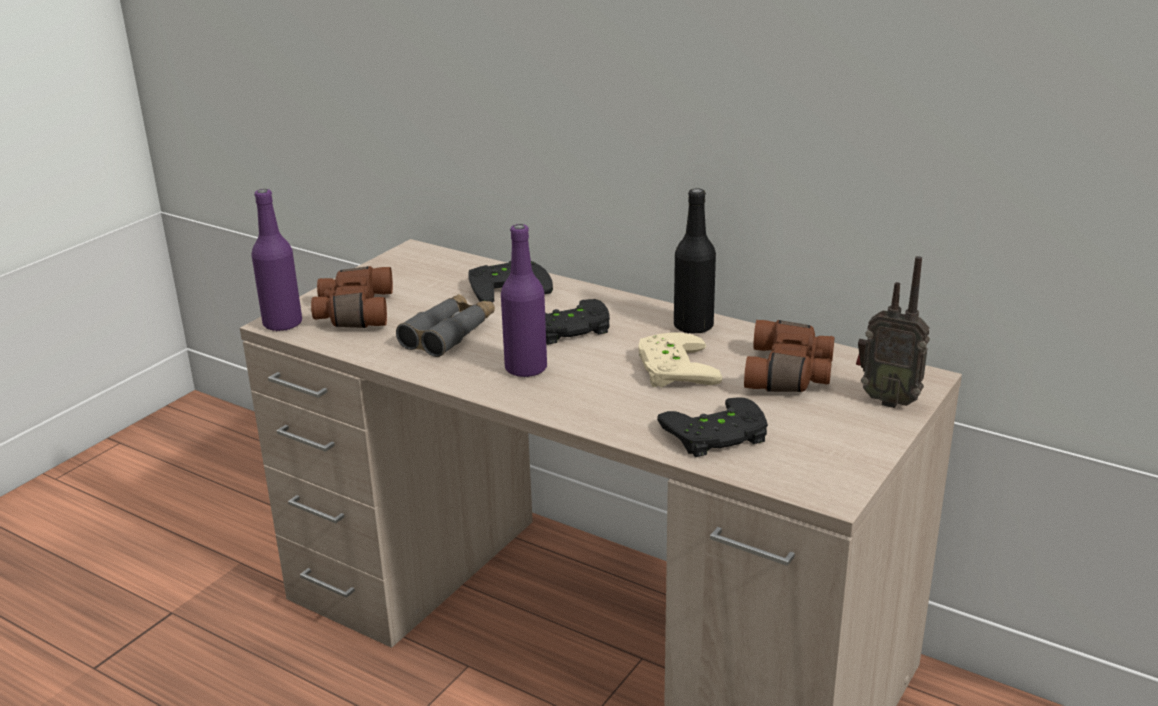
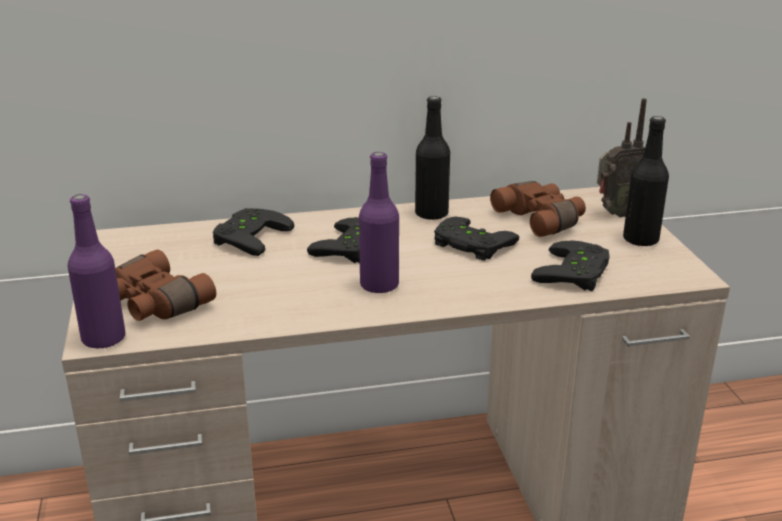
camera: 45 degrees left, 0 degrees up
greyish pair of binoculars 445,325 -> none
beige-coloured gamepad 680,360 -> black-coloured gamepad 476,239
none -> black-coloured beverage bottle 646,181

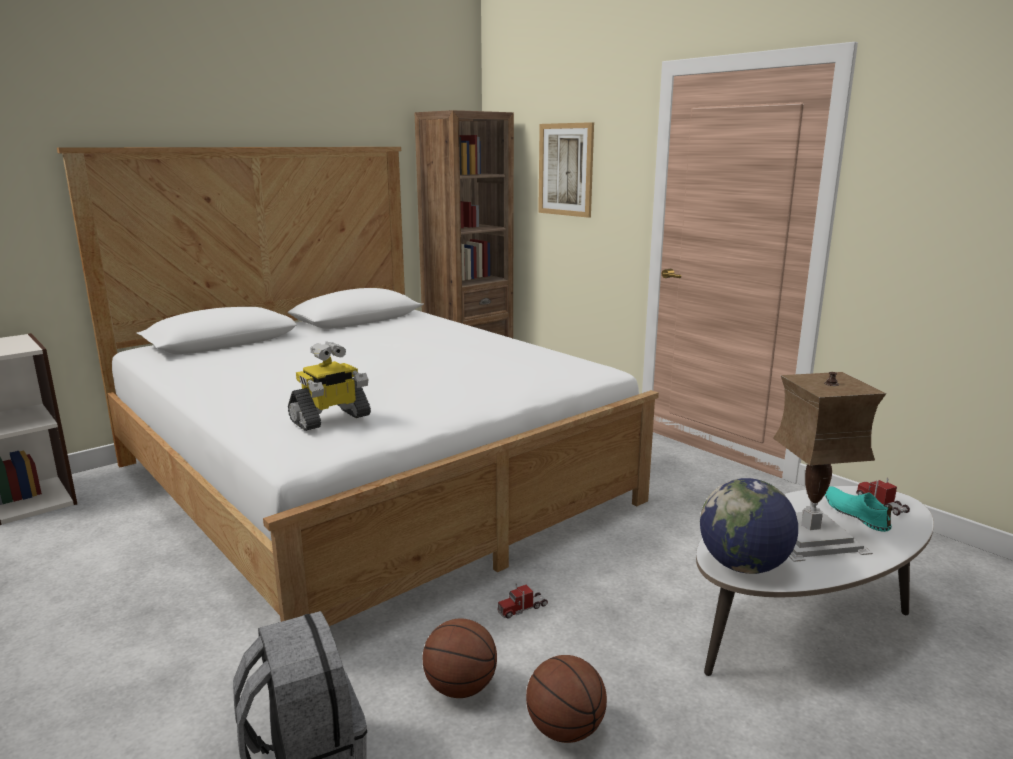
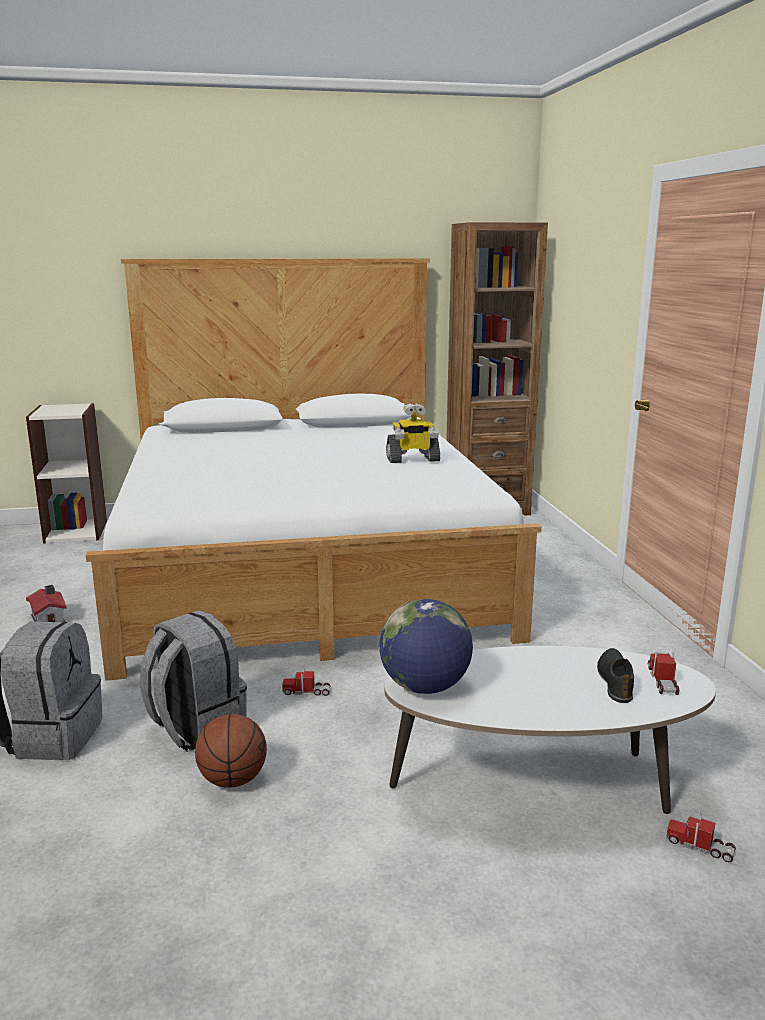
camera: 30 degrees right, 0 degrees up
model robot 329,386 -> model robot 413,433, relocated
basketball ball 460,658 -> greyish backpack 193,681
wall art 566,170 -> none
tabletop lamp 830,467 -> none
turquoise item of footwear 858,509 -> black-coloured item of footwear 615,675
none -> model house 46,603
none -> toy truck 701,837

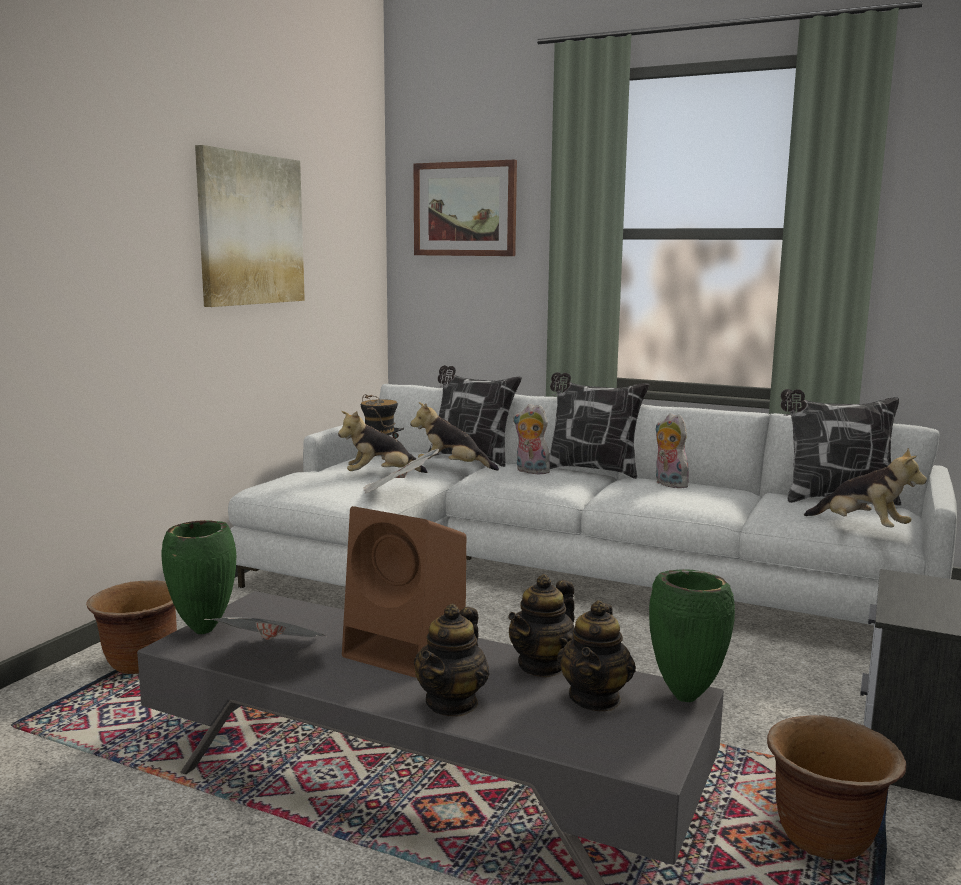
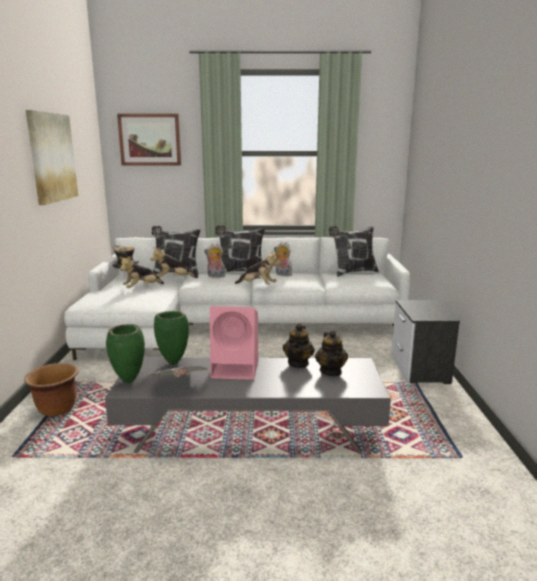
camera: 25 degrees left, 5 degrees up
brownish loudspeaker 404,592 -> pink loudspeaker 234,343
newspaper 401,471 -> none
tea pot 452,660 -> none
green vase 692,635 -> green vase 171,338, relocated
brownish planter 836,788 -> none
cuddly toy 865,487 -> cuddly toy 258,267, relocated

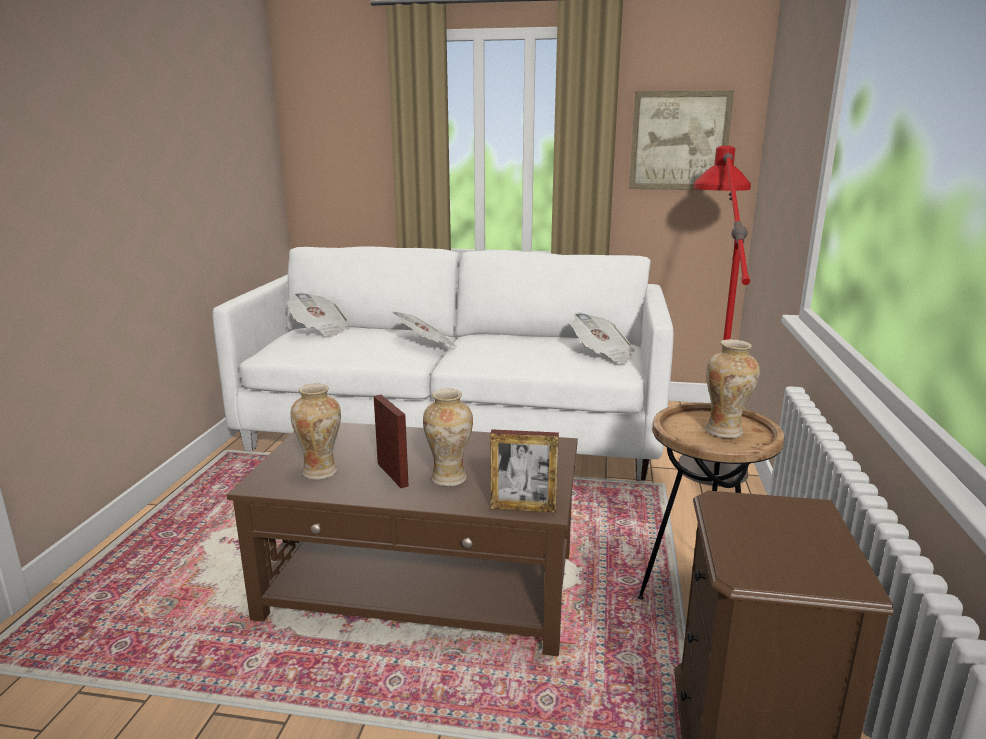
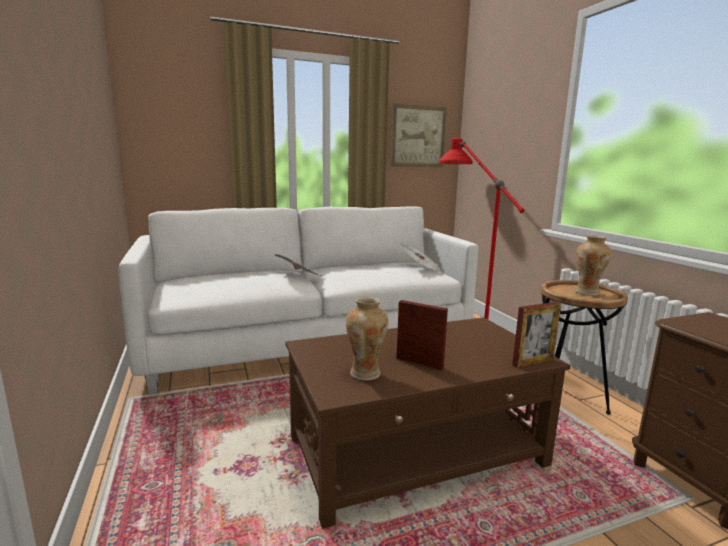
camera: 30 degrees left, 5 degrees down
newspaper 318,314 -> none
vase 448,437 -> none

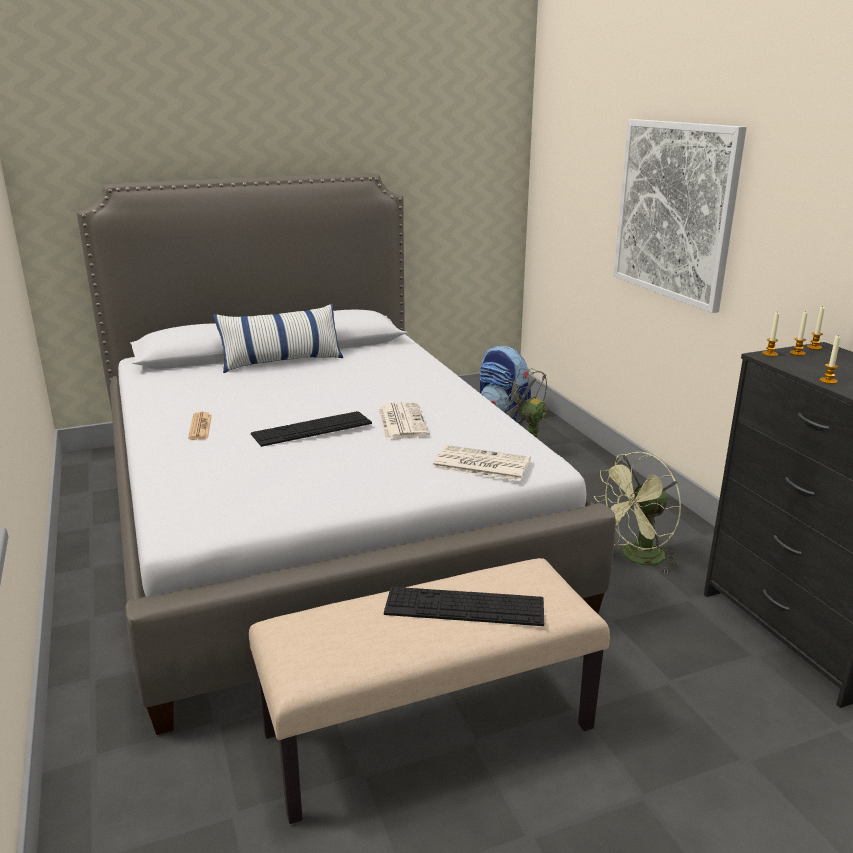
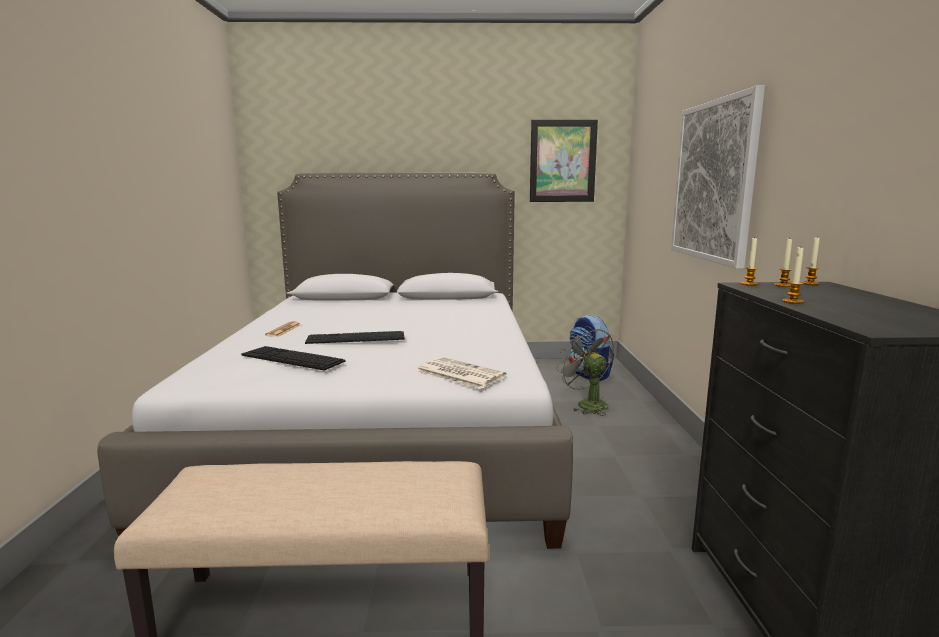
camera: 20 degrees right, 10 degrees down
throw pillow 278,338 -> none
newspaper 403,420 -> none
PC keyboard 464,606 -> PC keyboard 294,358, relocated
green cooling fan 637,512 -> none
none -> wall art 564,161

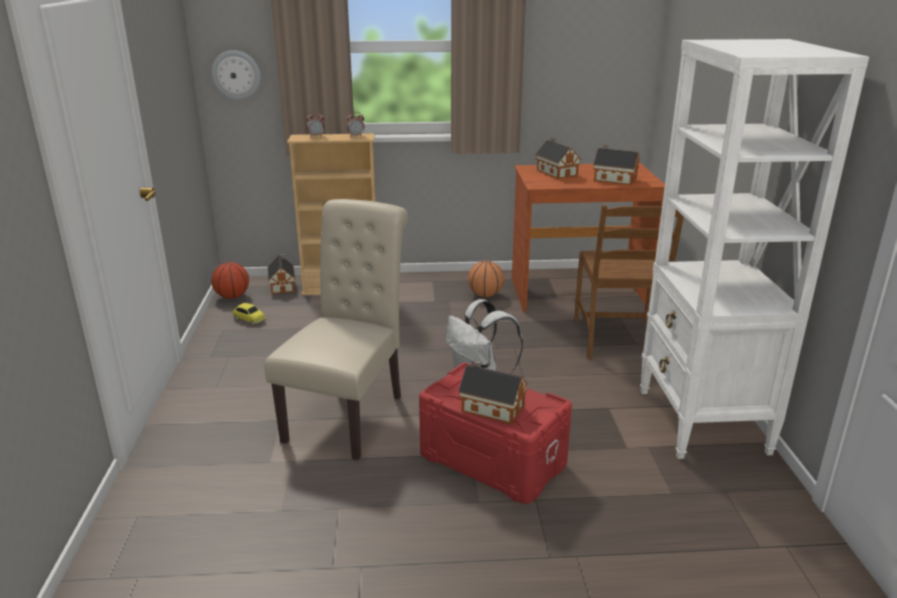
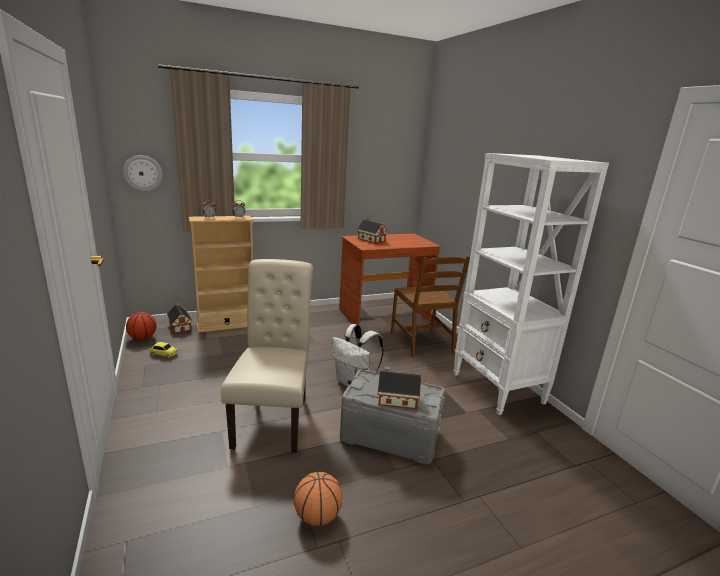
camera: 20 degrees left, 5 degrees down
reddish storage box 495,433 -> greyish storage box 392,416
basketball ball 486,279 -> basketball ball 318,499, relocated
model house 616,164 -> none

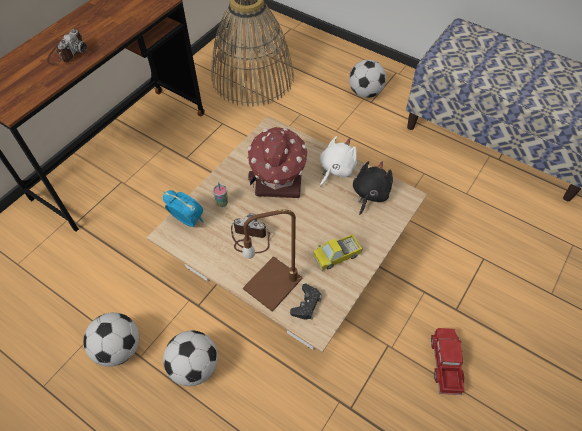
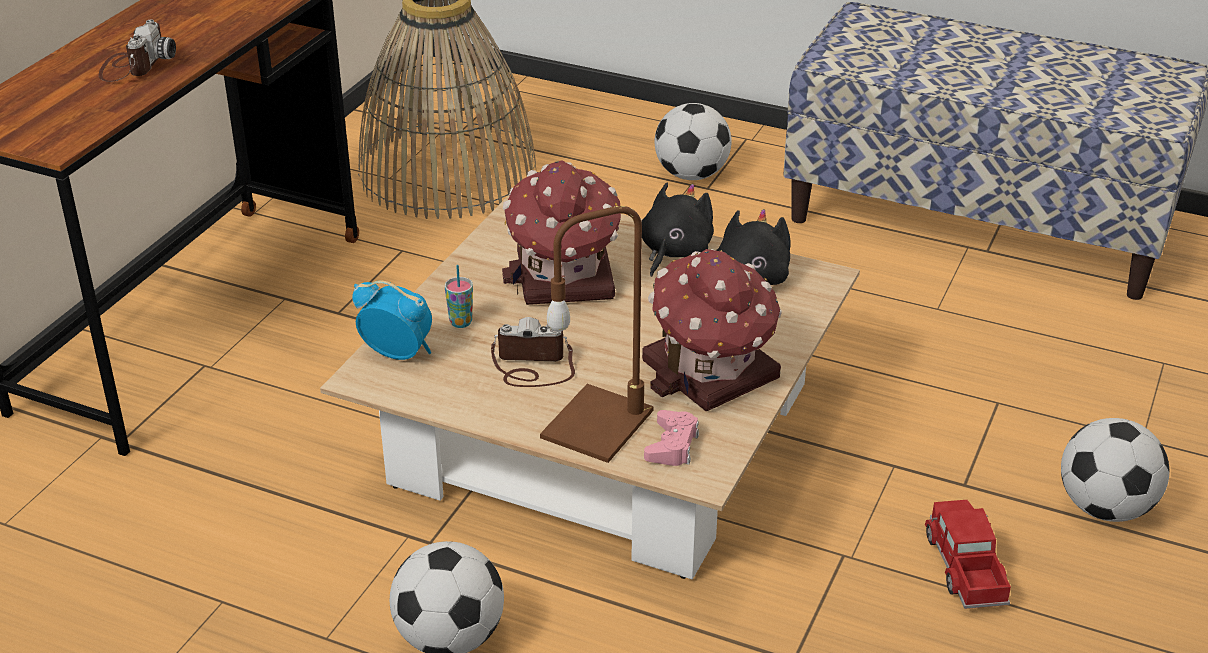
camera: 10 degrees left, 20 degrees down
ball for football 111,339 -> ball for football 1115,470, relocated
black-coloured gamepad 305,302 -> pink gamepad 671,438
toy truck 338,252 -> model house 712,330
white cuddly toy 338,161 -> black-coloured cuddly toy 677,230

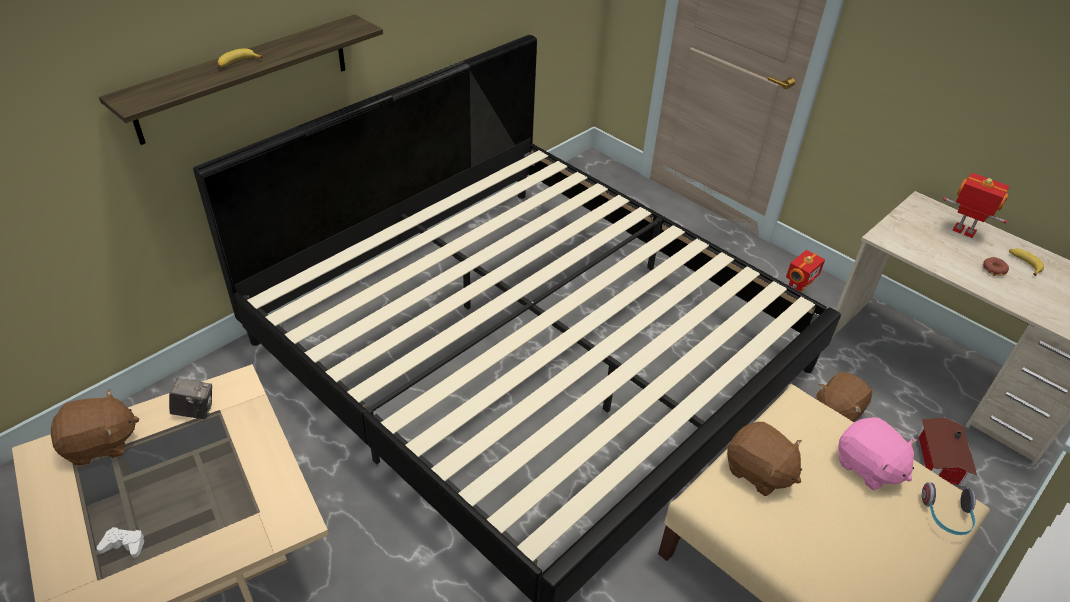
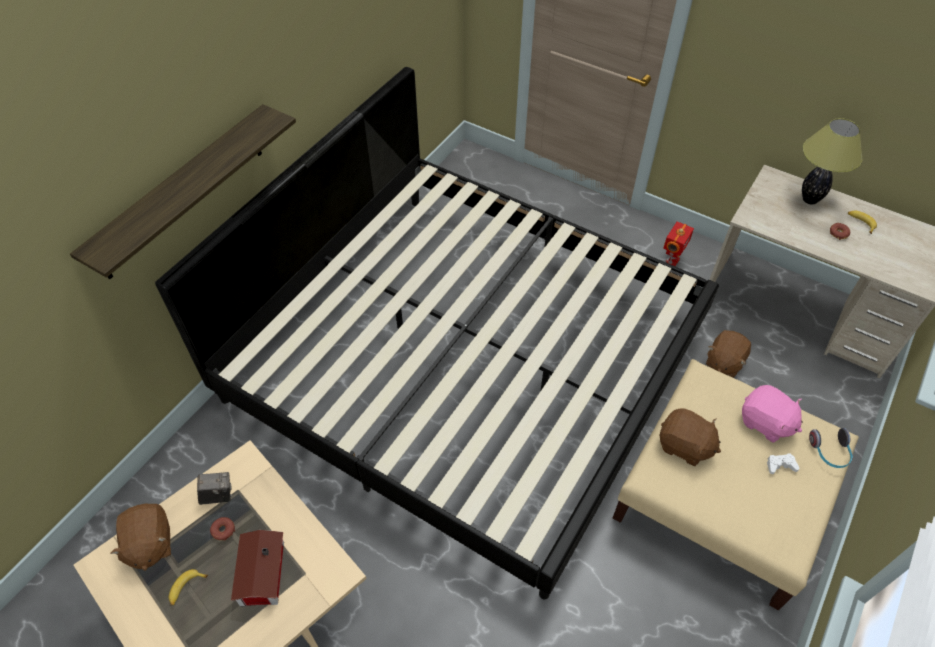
camera: 10 degrees left, 10 degrees up
brownish cuddly toy 95,427 -> brownish cuddly toy 140,537, 105 degrees clockwise
white gamepad 120,542 -> white gamepad 783,463, relocated
banana 240,57 -> banana 188,587, relocated
model house 947,452 -> model house 257,568, relocated
model robot 976,205 -> tabletop lamp 832,161
none -> doughnut 222,528

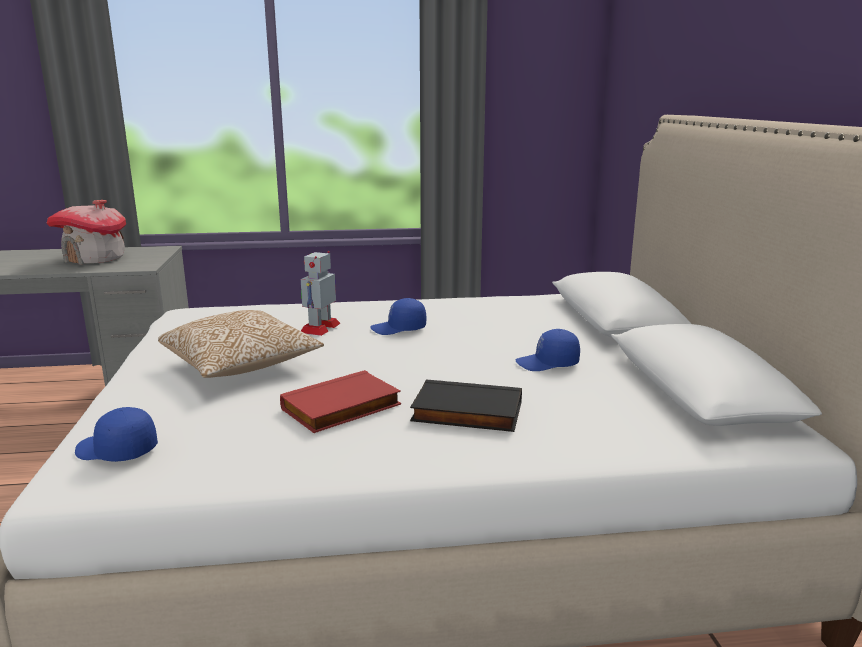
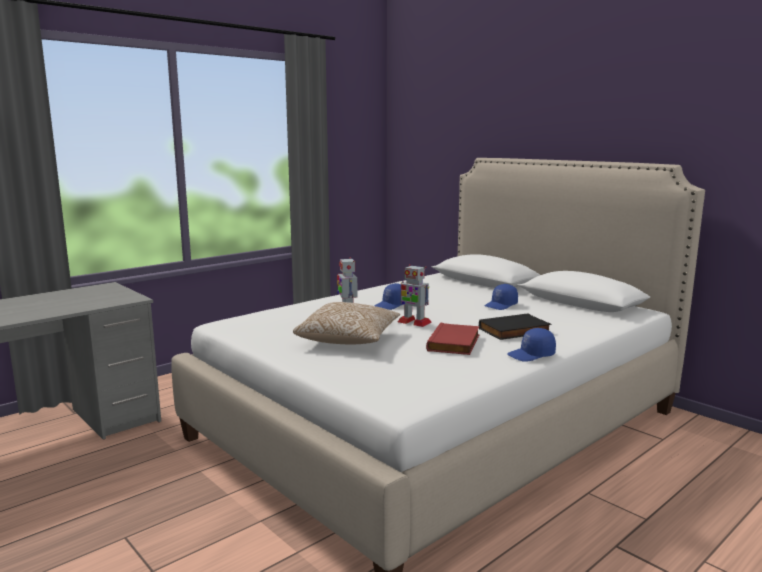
camera: 35 degrees left, 5 degrees down
model house 86,232 -> none
blue cap 116,434 -> blue cap 531,345, relocated
none -> model robot 415,295

